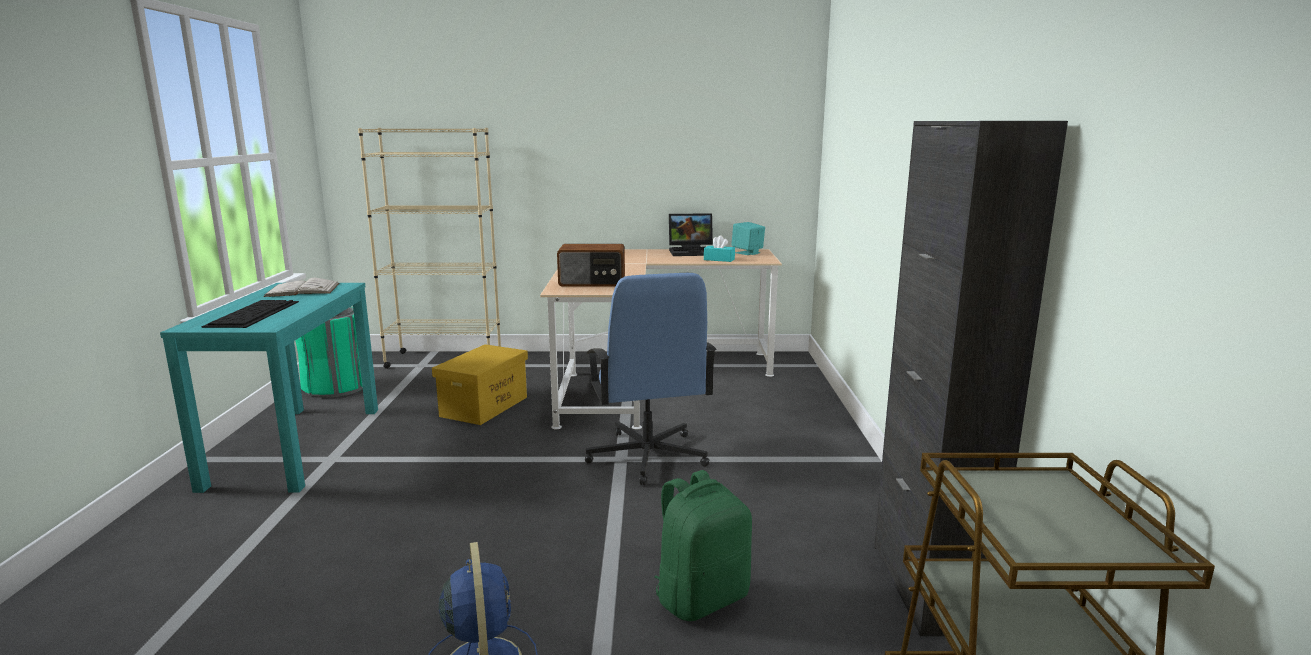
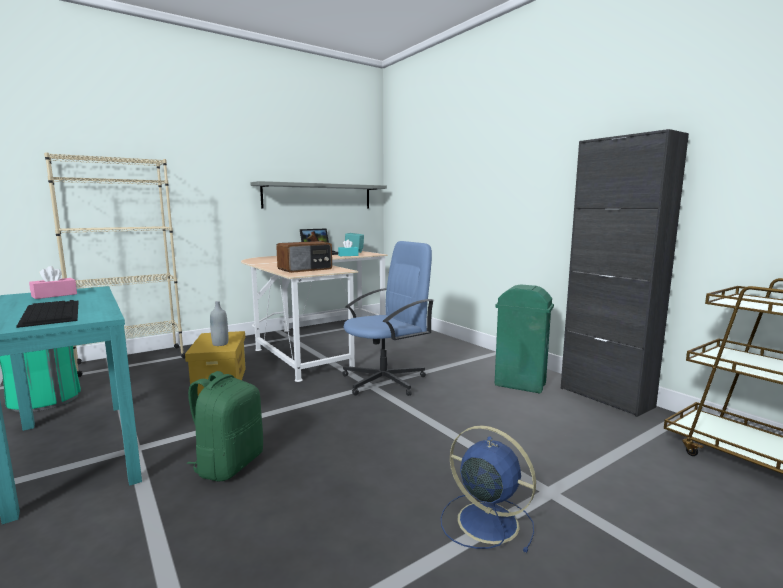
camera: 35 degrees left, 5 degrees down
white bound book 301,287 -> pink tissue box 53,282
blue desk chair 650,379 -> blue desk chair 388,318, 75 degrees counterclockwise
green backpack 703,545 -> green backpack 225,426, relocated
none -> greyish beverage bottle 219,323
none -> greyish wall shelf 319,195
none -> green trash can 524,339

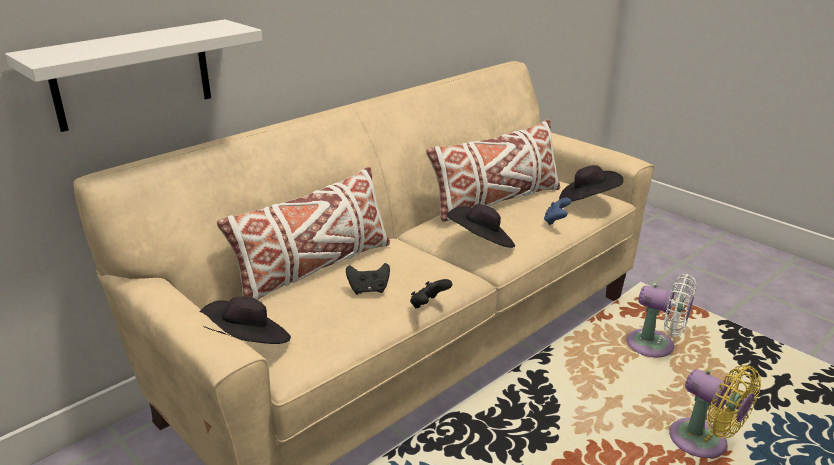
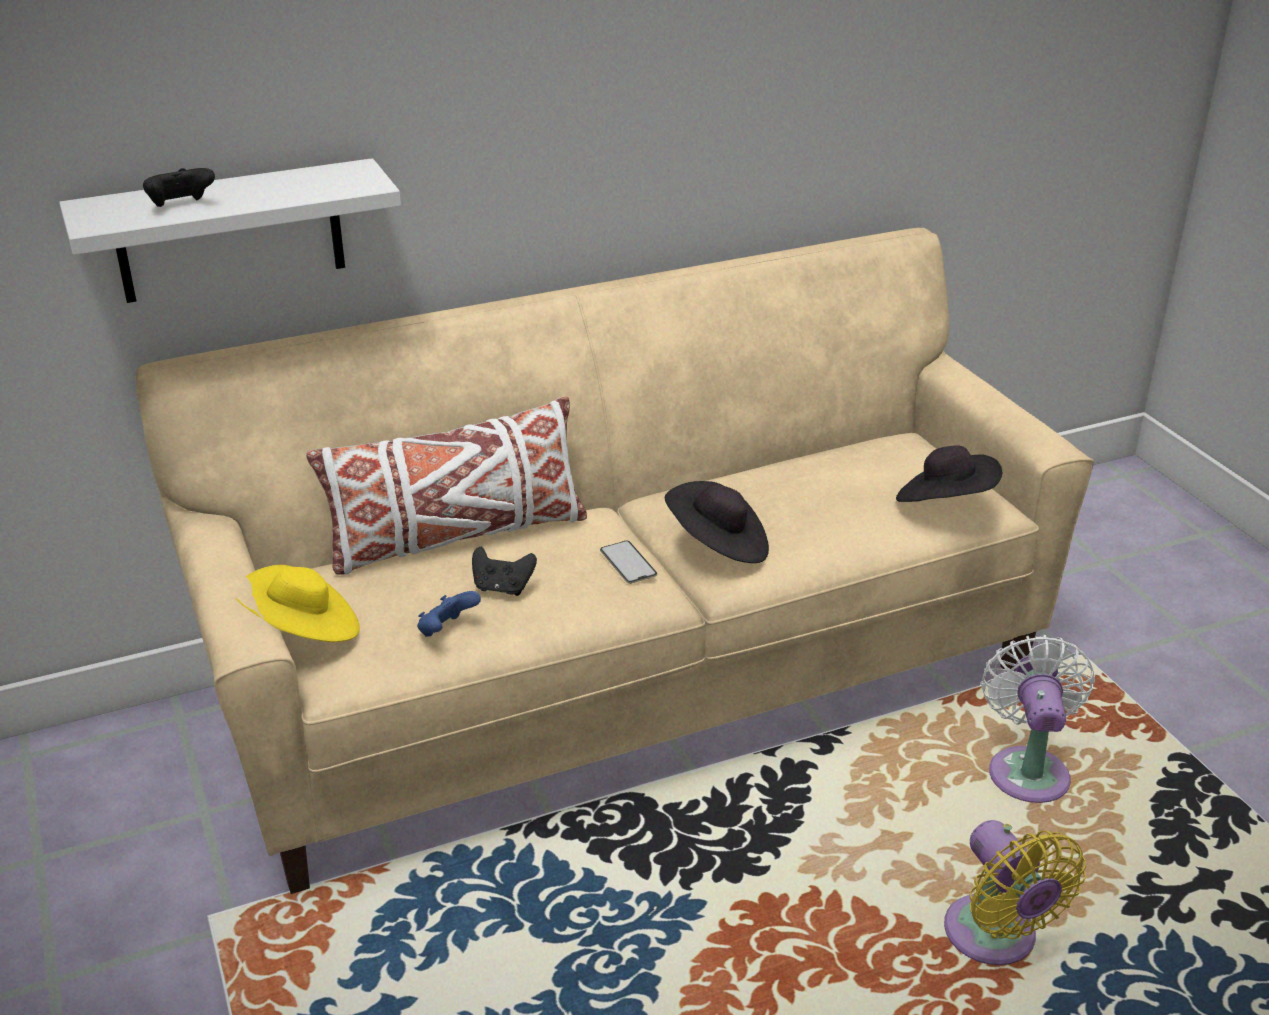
camera: 20 degrees right, 5 degrees up
black-coloured wearable hat 245,320 -> yellowish wearable hat 298,603
black-coloured gamepad 431,293 -> black-coloured gamepad 179,187, relocated
white throw pillow 493,170 -> none
blue gamepad 557,211 -> blue gamepad 449,614, relocated
white cooling fan 661,315 -> white cooling fan 1038,719, 135 degrees counterclockwise
none -> phone 628,562

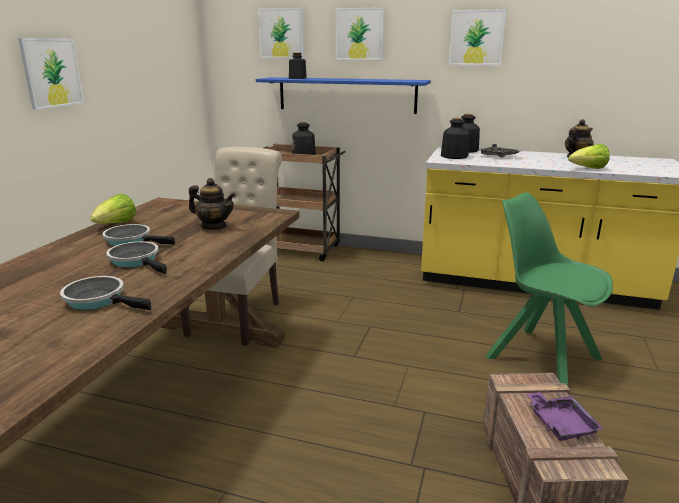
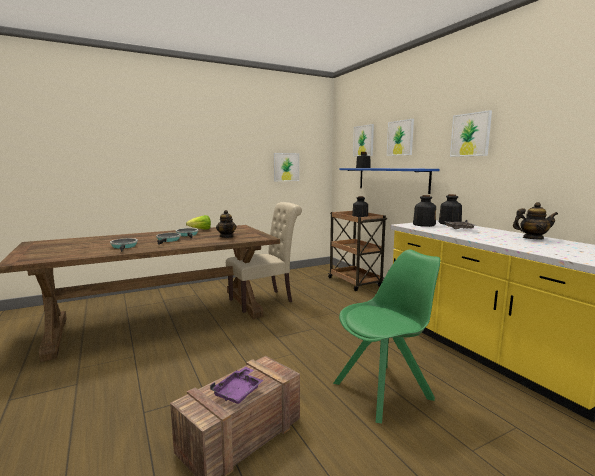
camera: 45 degrees right, 10 degrees down
wall art 51,74 -> wall art 286,167, relocated
green chair 549,289 -> green chair 386,336, 60 degrees clockwise
lettuce 589,156 -> none

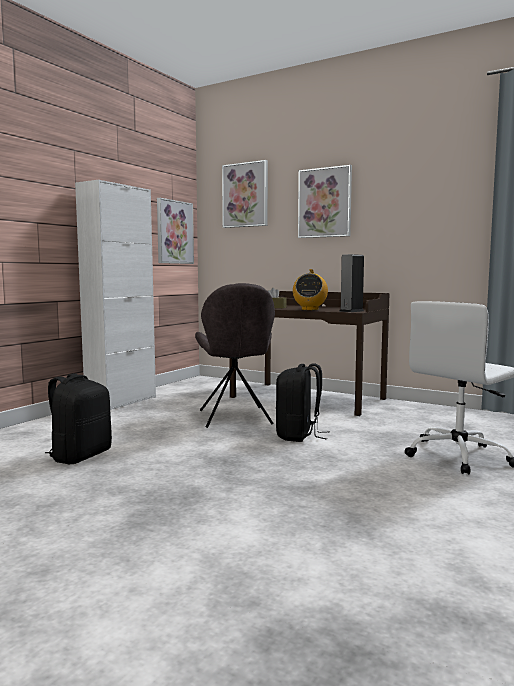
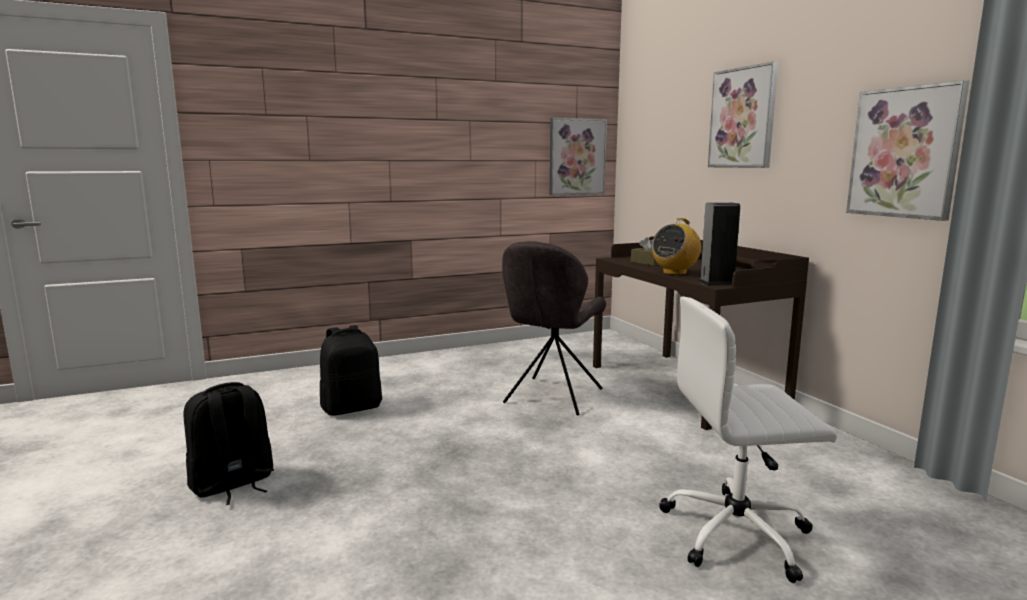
camera: 35 degrees right, 5 degrees up
white cupboard 115,295 -> none
wall art 245,194 -> wall art 907,150, relocated
black-coloured backpack 303,402 -> black-coloured backpack 229,443, relocated

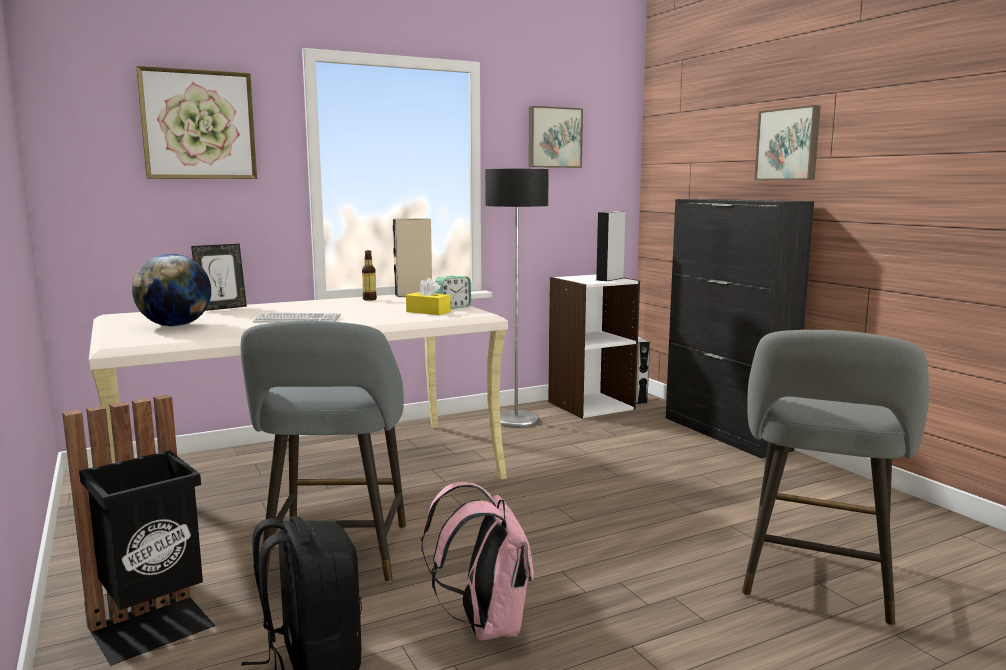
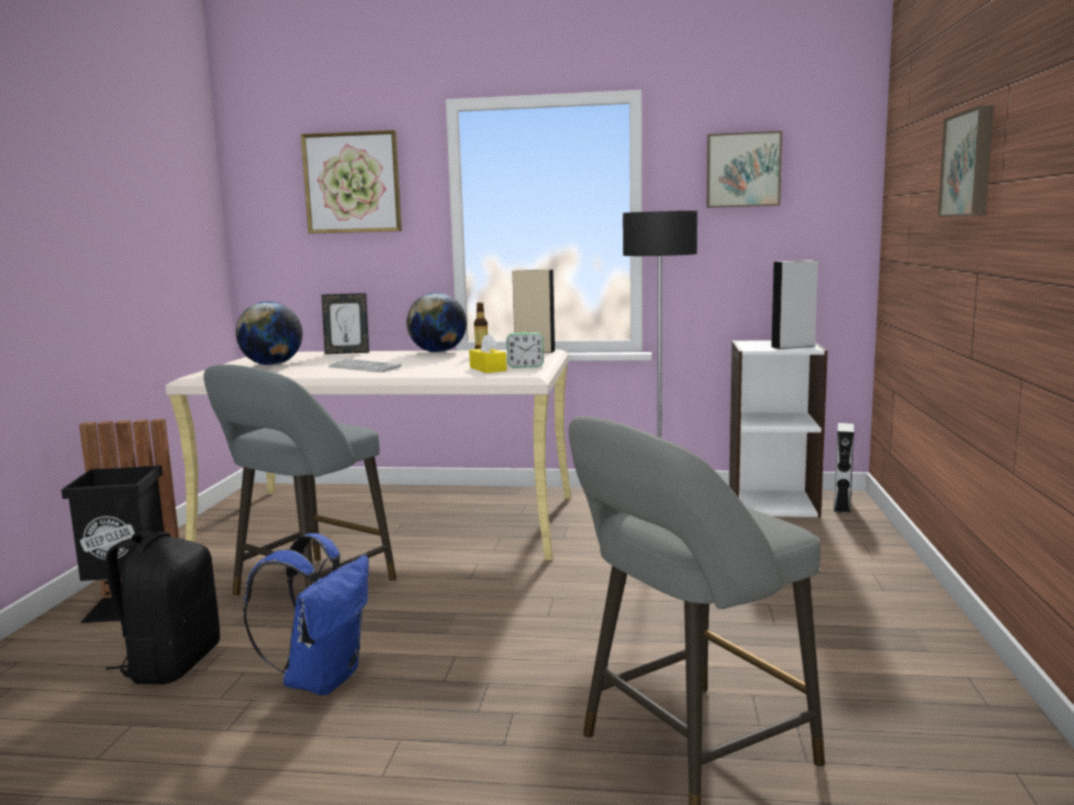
camera: 35 degrees right, 0 degrees up
pink backpack 477,561 -> blue backpack 306,614
black-coloured cupboard 740,328 -> none
none -> globe 437,322

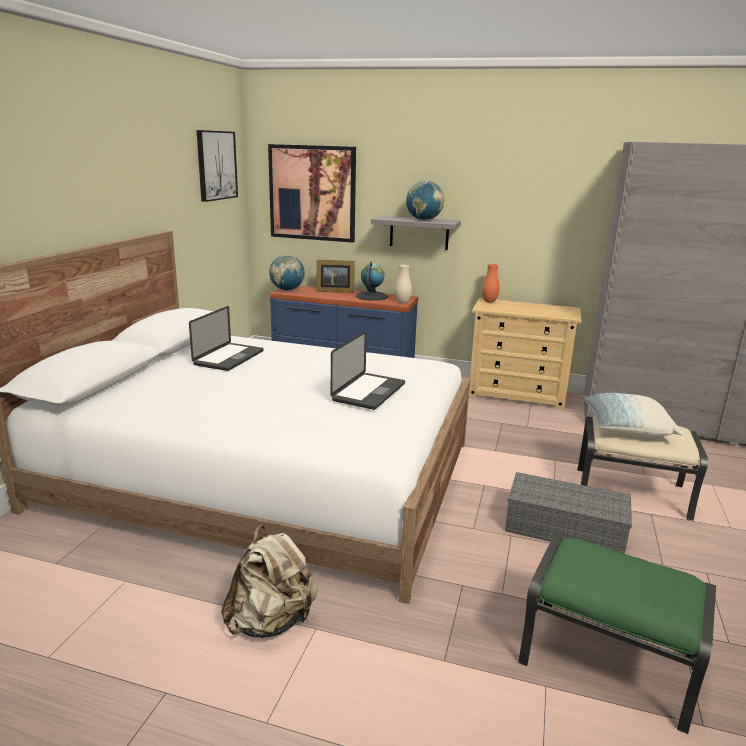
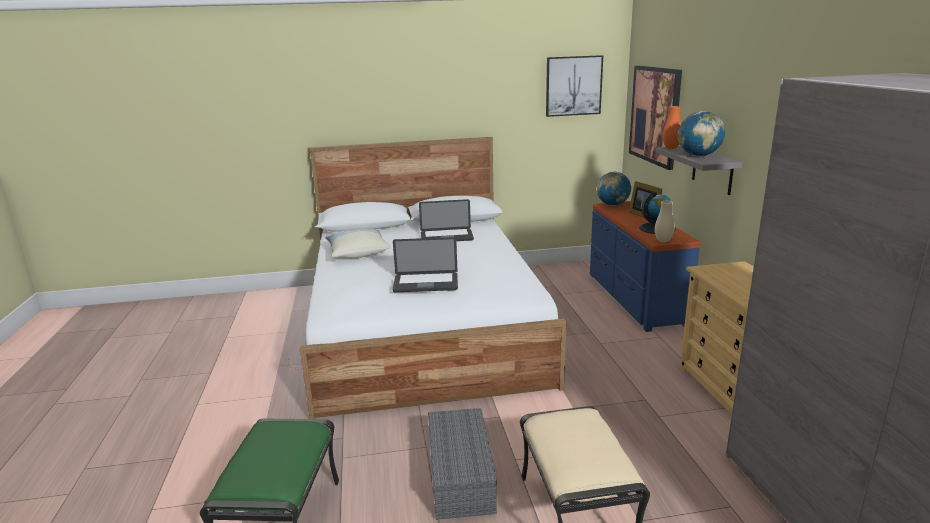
camera: 65 degrees right, 0 degrees up
beige-coloured backpack 269,581 -> none
orangey vase 491,283 -> orangey vase 672,127, relocated
throw pillow 633,414 -> throw pillow 358,243, relocated

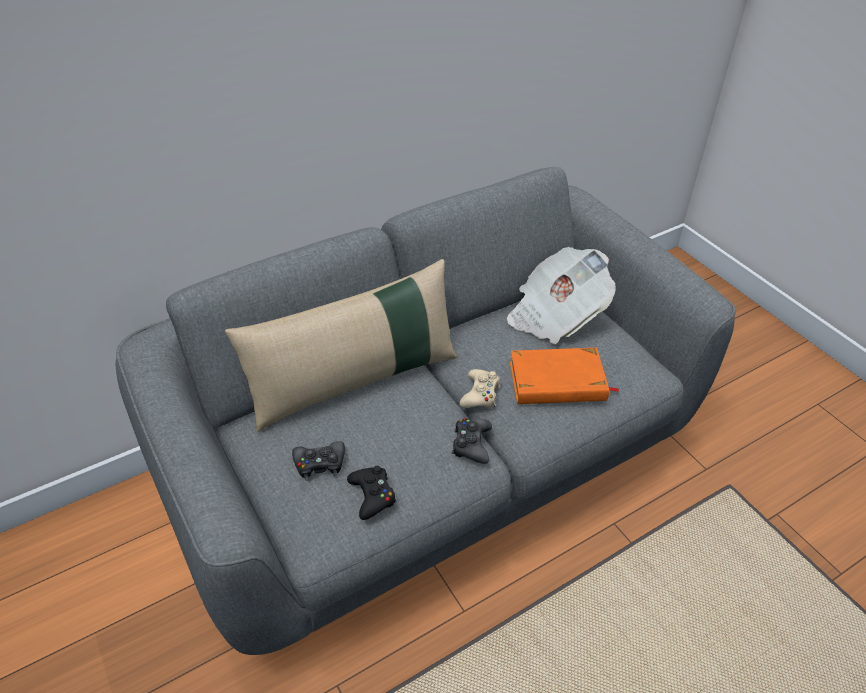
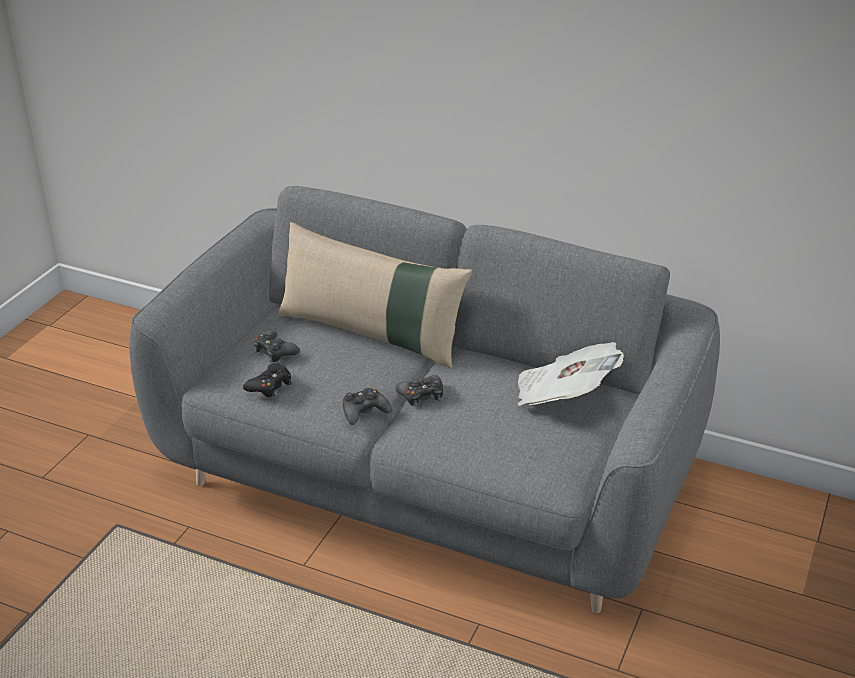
camera: 55 degrees right, 10 degrees down
beige-coloured gamepad 479,388 -> black-coloured gamepad 419,391
orangey bound book 565,376 -> none

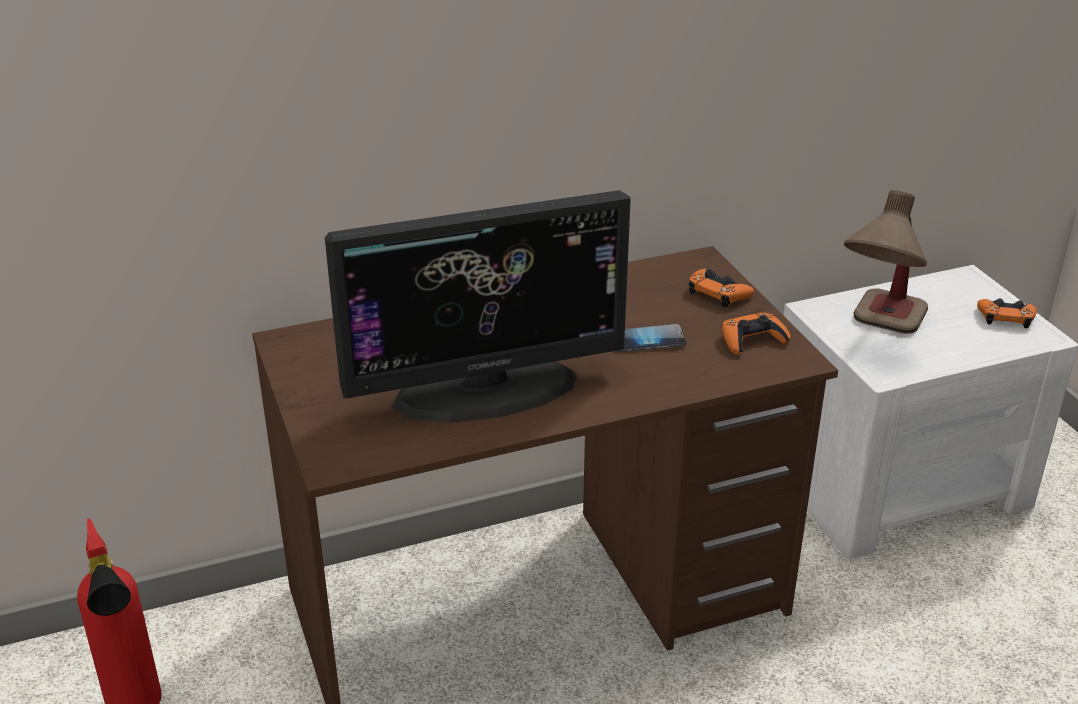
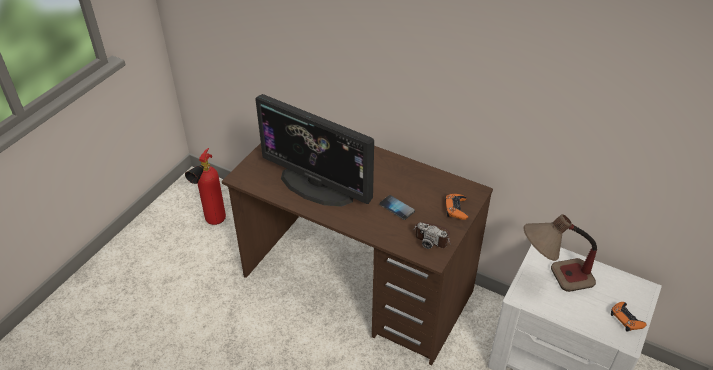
camera: 50 degrees right, 10 degrees up
orangey gamepad 756,333 -> photo camera 431,235

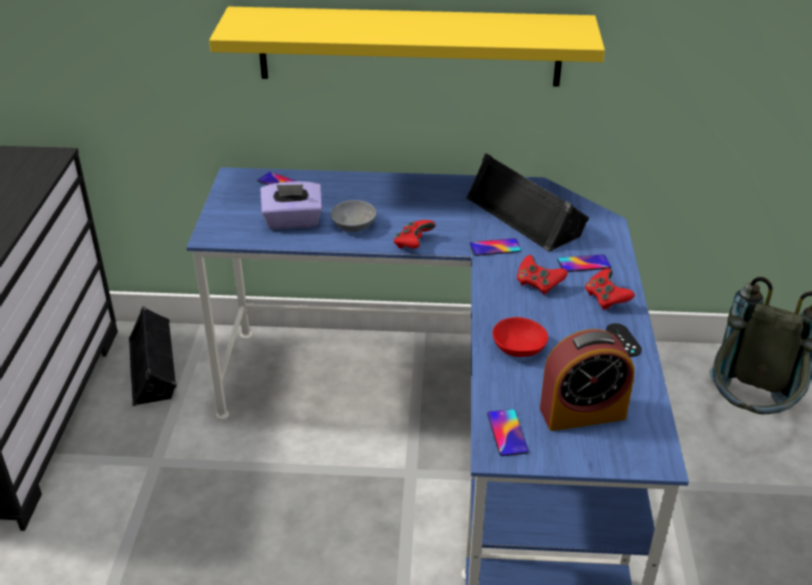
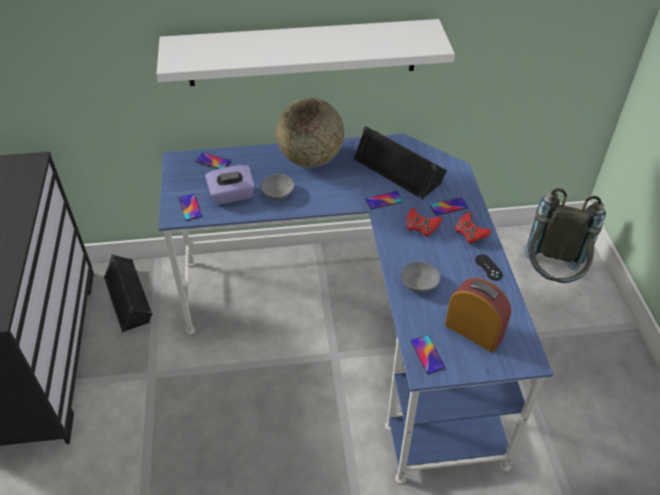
camera: 10 degrees left, 10 degrees up
yellowish wall shelf 407,47 -> white wall shelf 306,52
reddish gamepad 415,234 -> none
reddish deep dish 520,337 -> greyish deep dish 421,276
alarm clock 587,380 -> alarm clock 478,315, 120 degrees counterclockwise
none -> phone 190,207
none -> globe 310,132

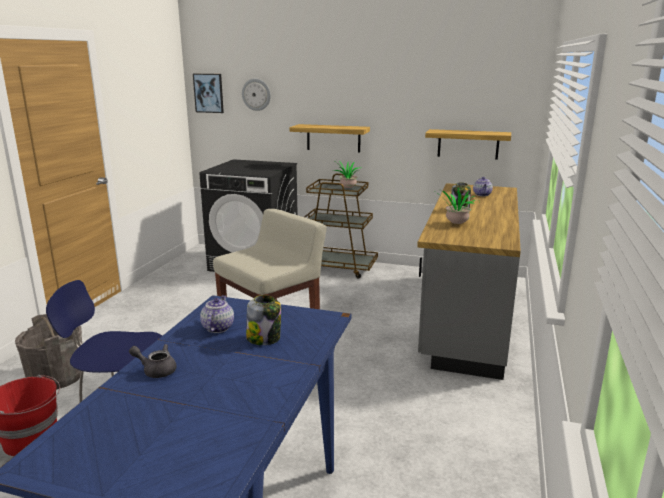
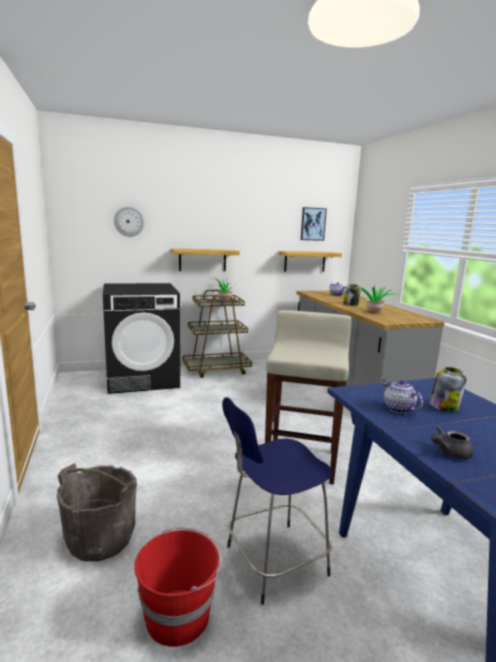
camera: 35 degrees left, 5 degrees down
wall art 208,93 -> wall art 314,224, relocated

